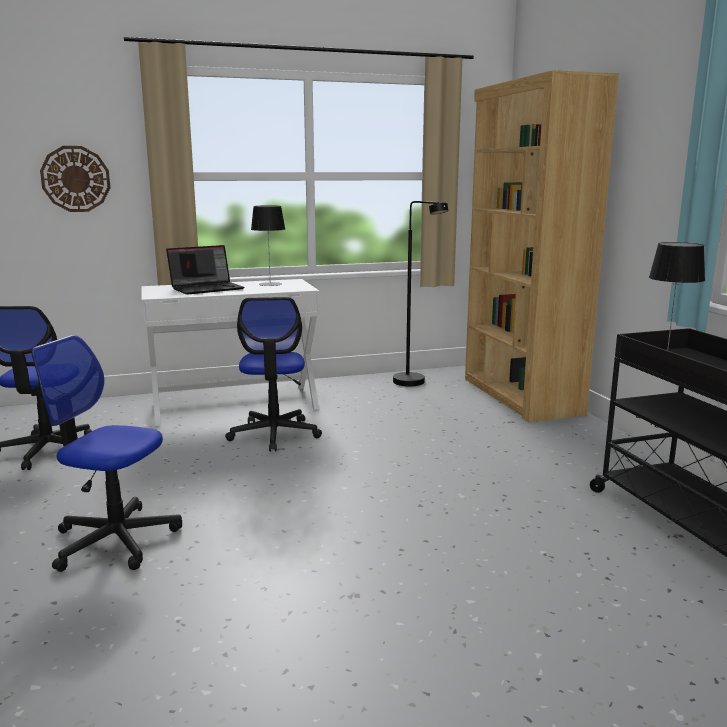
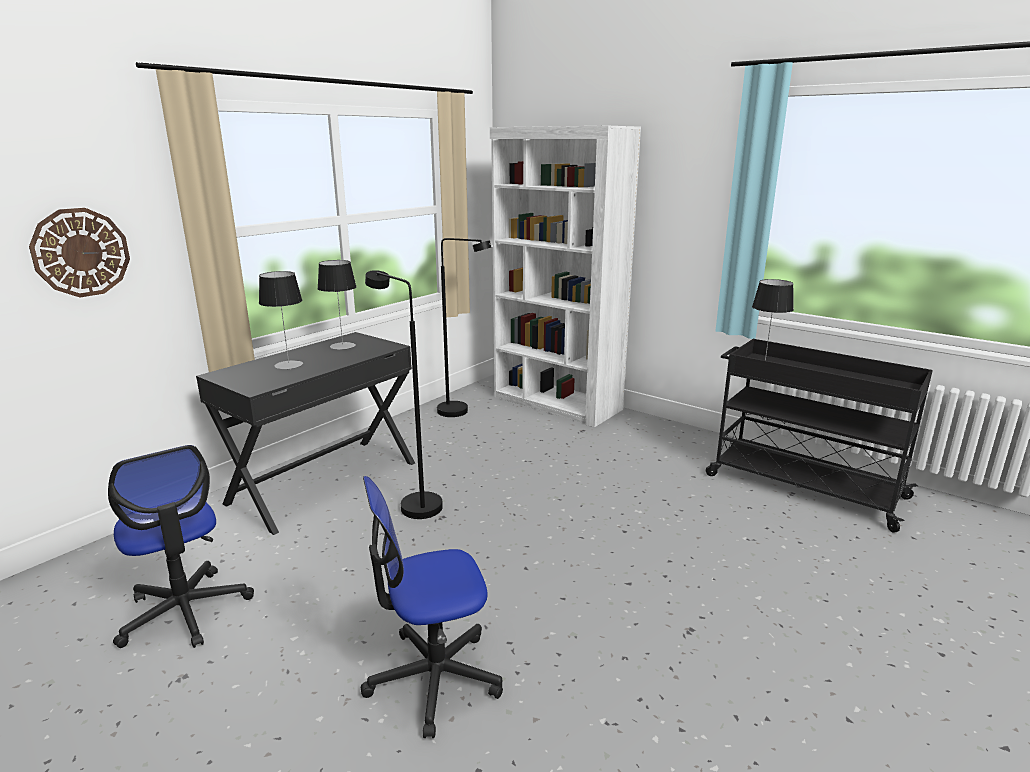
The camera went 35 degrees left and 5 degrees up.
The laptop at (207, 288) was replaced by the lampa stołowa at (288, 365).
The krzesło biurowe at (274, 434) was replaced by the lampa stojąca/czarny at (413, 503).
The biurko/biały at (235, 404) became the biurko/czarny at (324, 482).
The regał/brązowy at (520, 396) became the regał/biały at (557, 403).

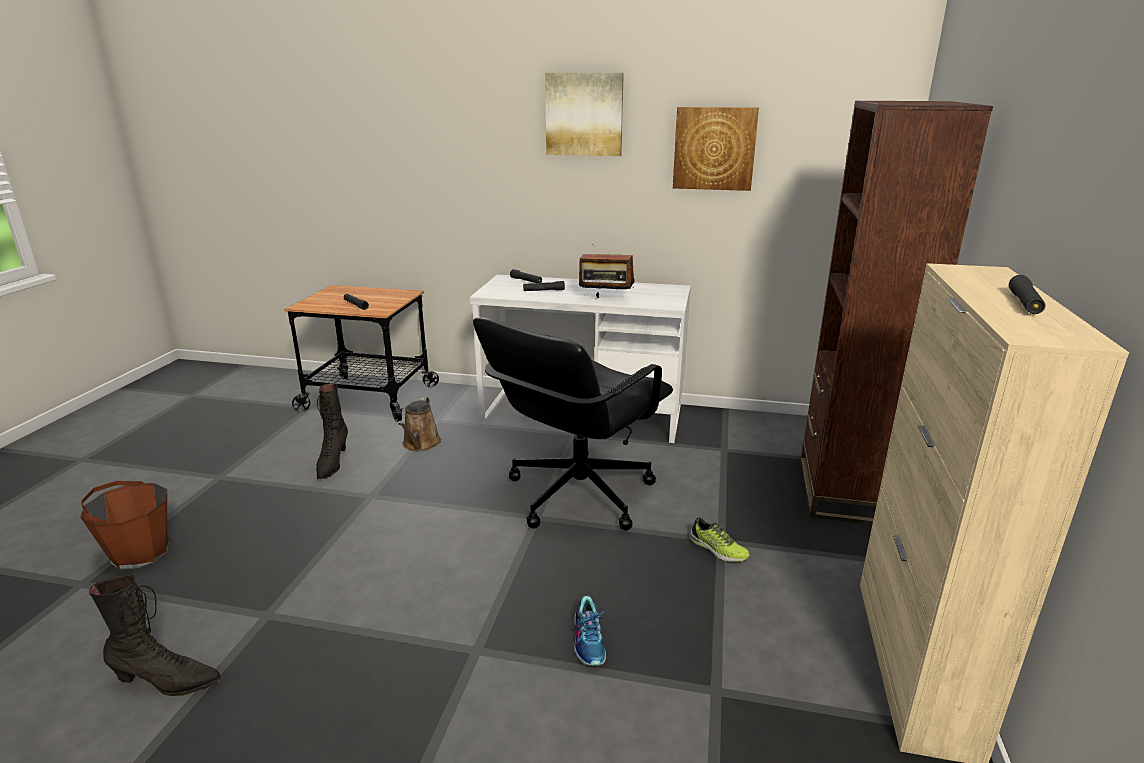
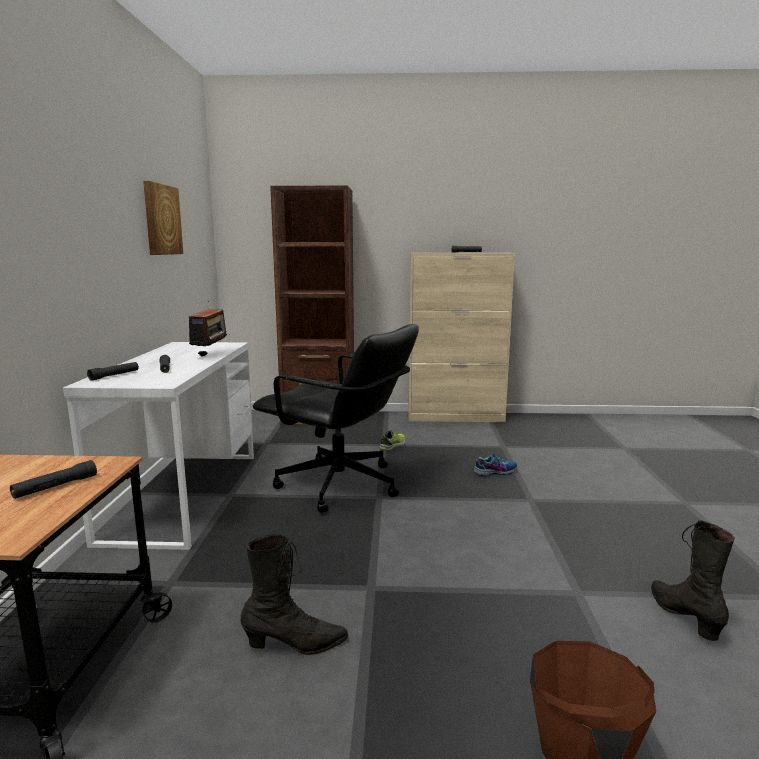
The camera went 100 degrees left and 10 degrees down.
The konewka/brązowy at (420, 444) disappeared.
The obraz at (584, 114) disappeared.

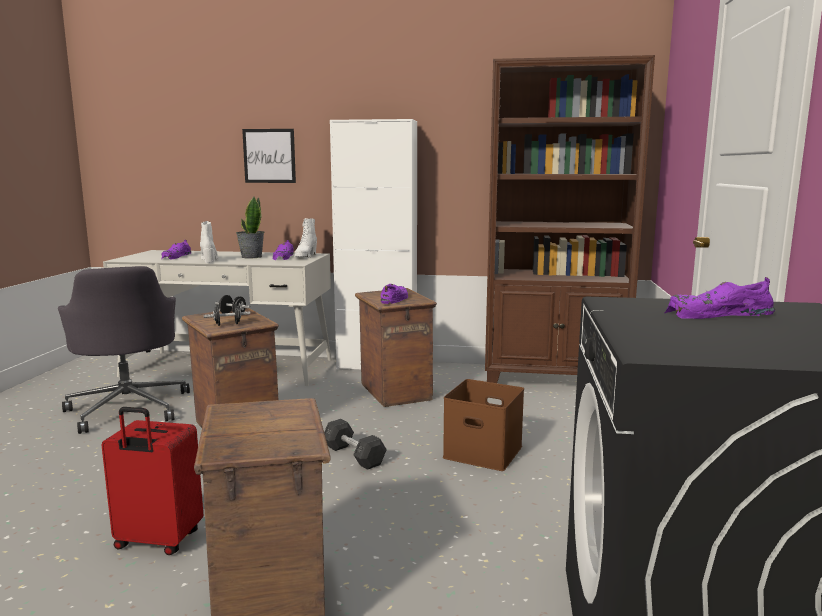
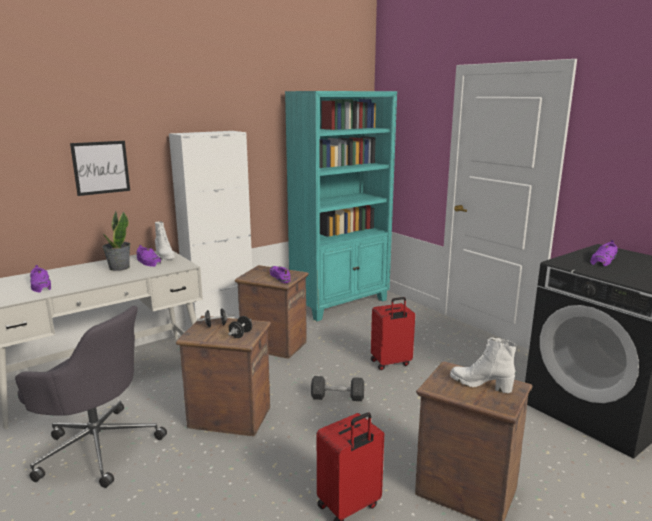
The camera went 45 degrees left and 5 degrees up.
The but z cholewką/biały moved from (209, 260) to (480, 384).
The pojemnik do przechowywania/brązowy at (481, 452) was replaced by the walizka/czerwony at (391, 363).
The regał/brązowy at (554, 380) became the regał/turkusowy at (341, 303).

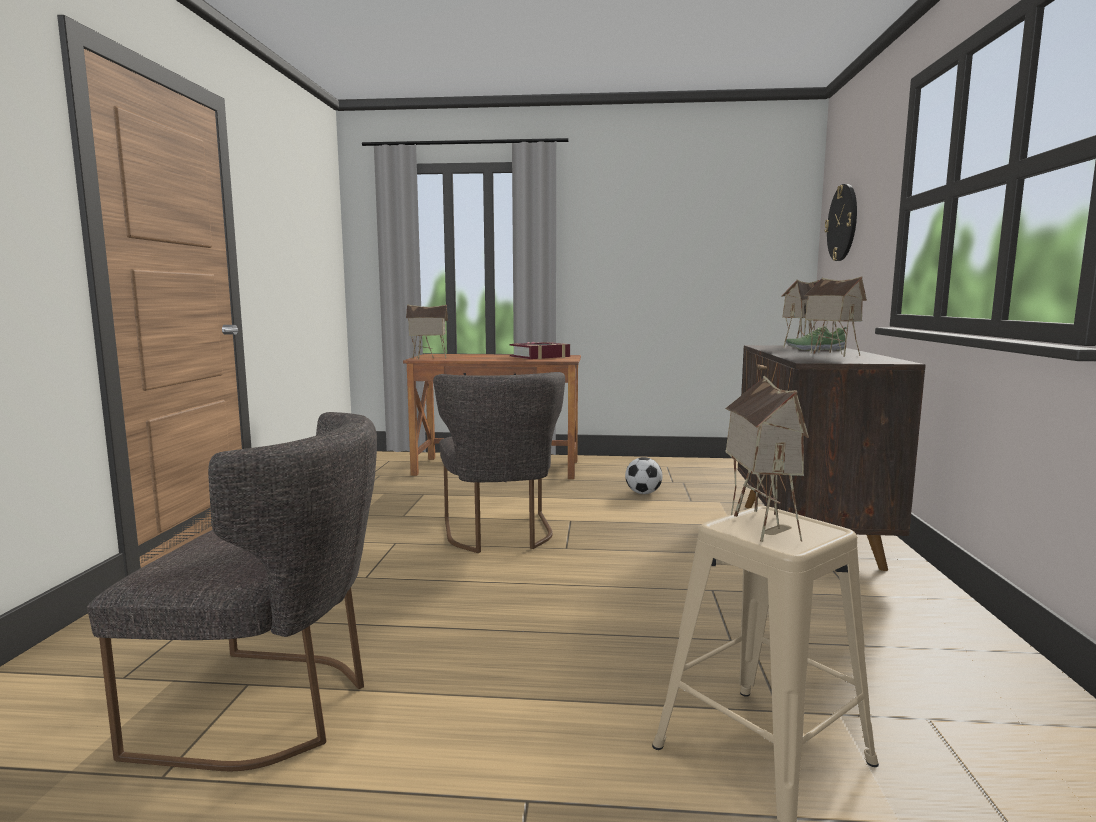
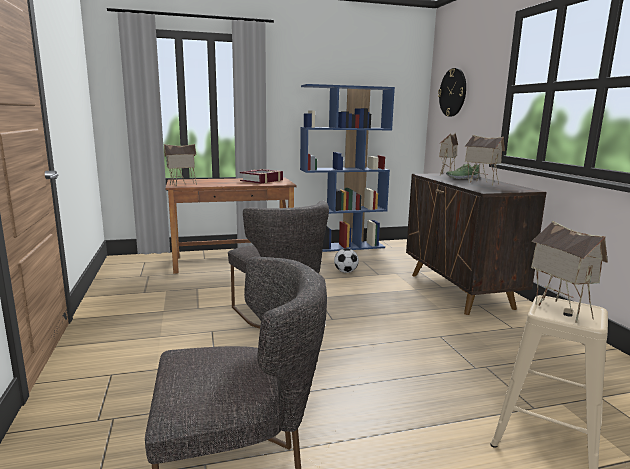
The camera went 20 degrees left and 5 degrees up.
The regał/niebieski at (342, 247) appeared.

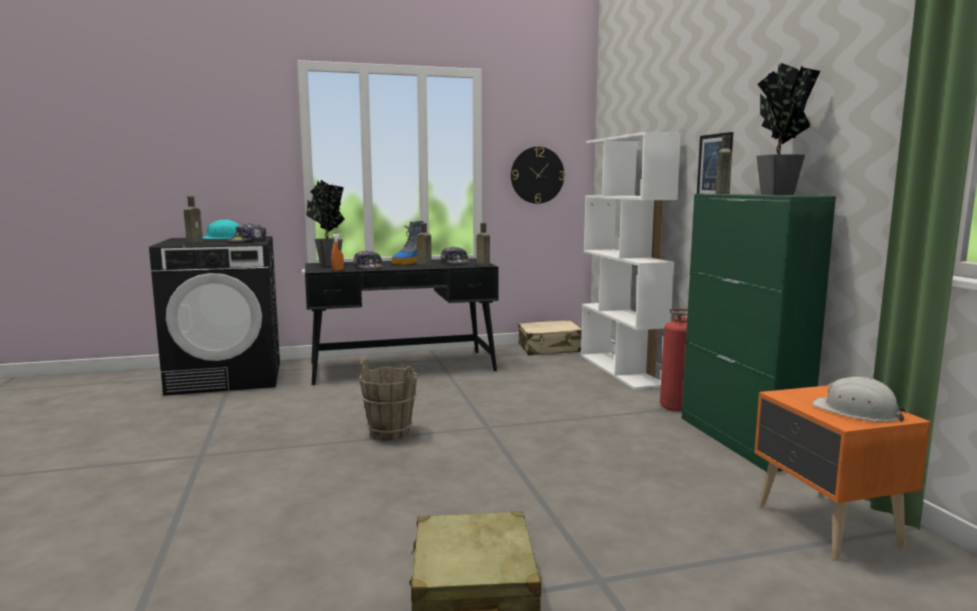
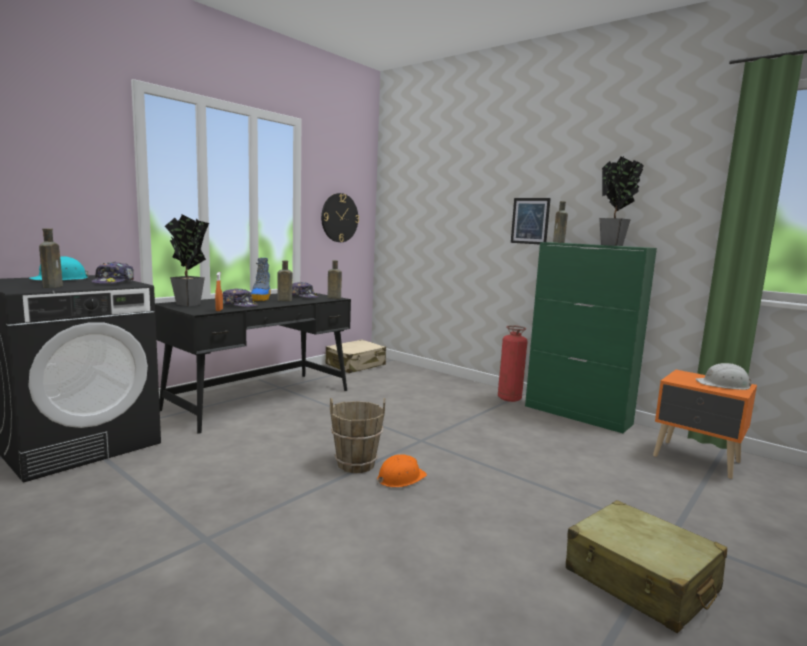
The camera went 35 degrees left and 0 degrees up.
The regał/biały at (621, 370) disappeared.
The kask/pomarańczowy at (400, 478) appeared.

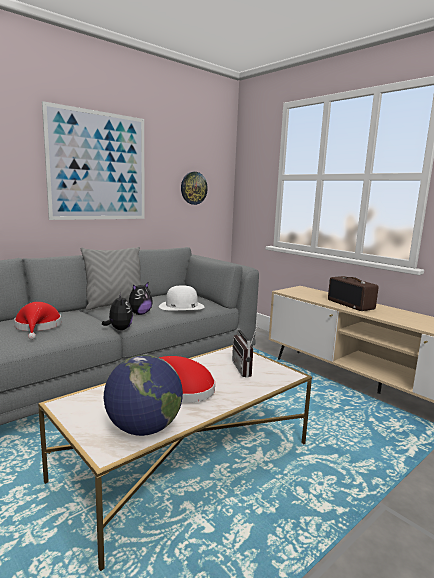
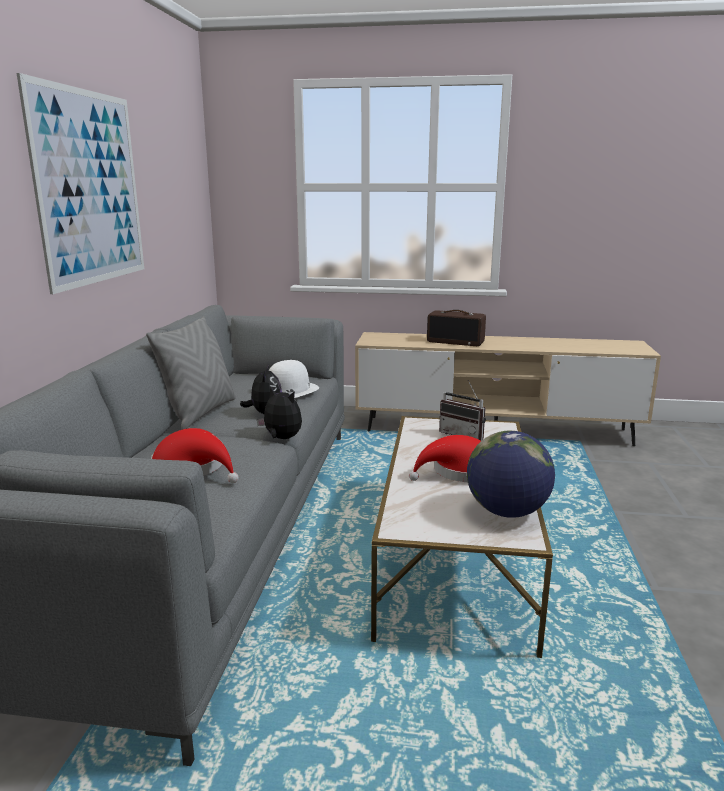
The camera went 40 degrees left and 5 degrees up.
The zegar ścienny at (193, 188) disappeared.

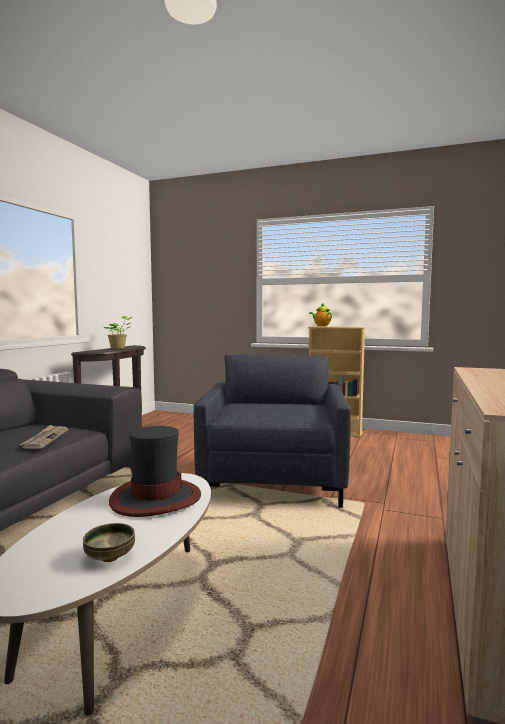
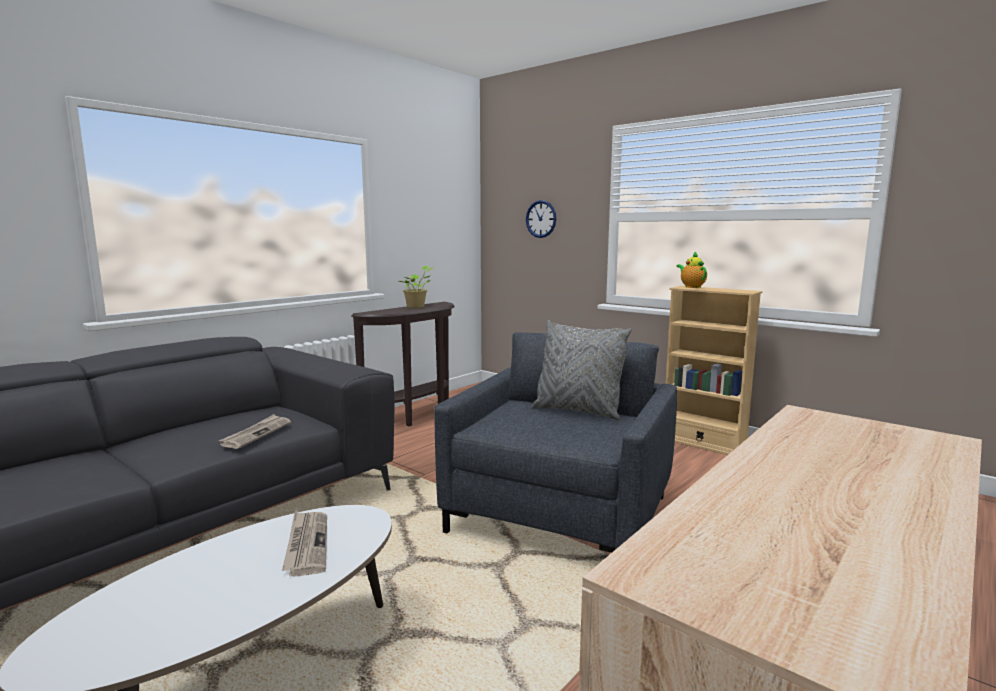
The camera went 20 degrees right and 5 degrees up.
The miska at (110, 557) disappeared.
The zegar ścienny at (541, 219) appeared.
The poduszka/szary at (578, 411) appeared.
The kapelusz at (155, 498) was replaced by the gazeta at (306, 544).

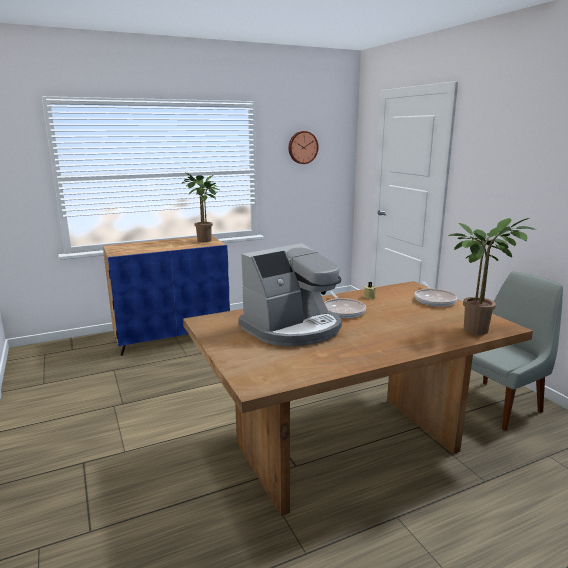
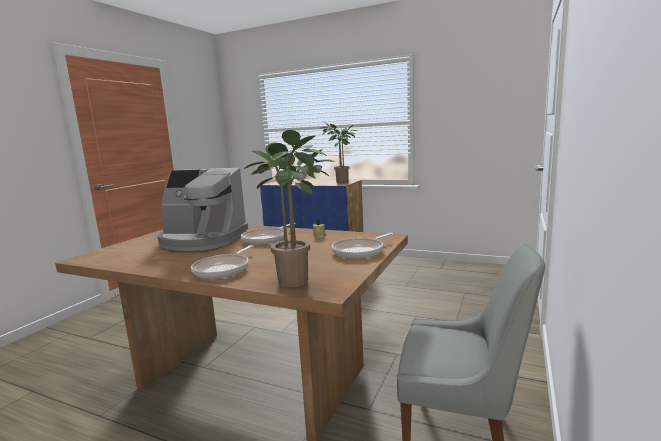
The camera went 50 degrees right and 5 degrees down.
The zegar ścienny at (302, 147) disappeared.
The patelnia at (224, 269) appeared.

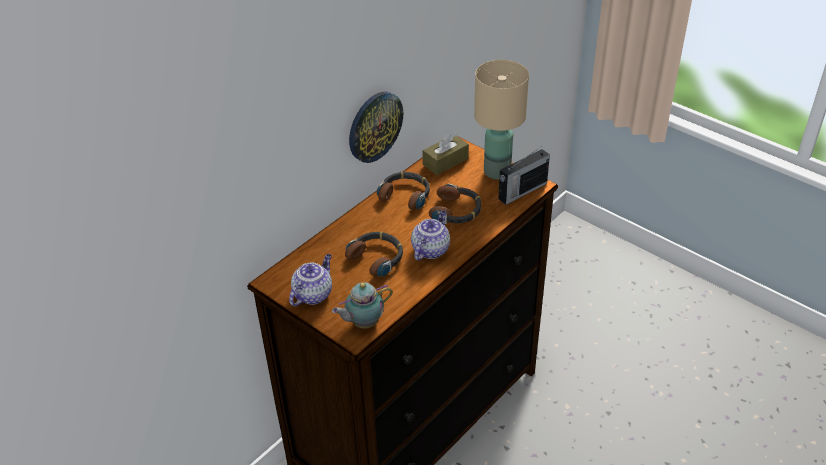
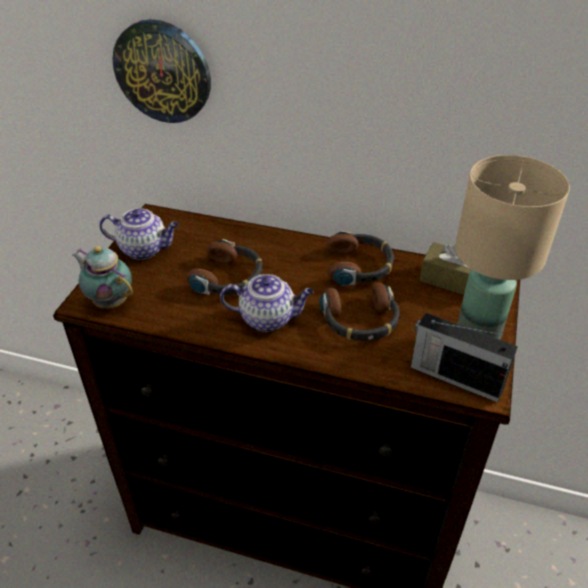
The camera went 65 degrees right and 0 degrees up.
The zegar ścienny moved from (374, 126) to (163, 71).

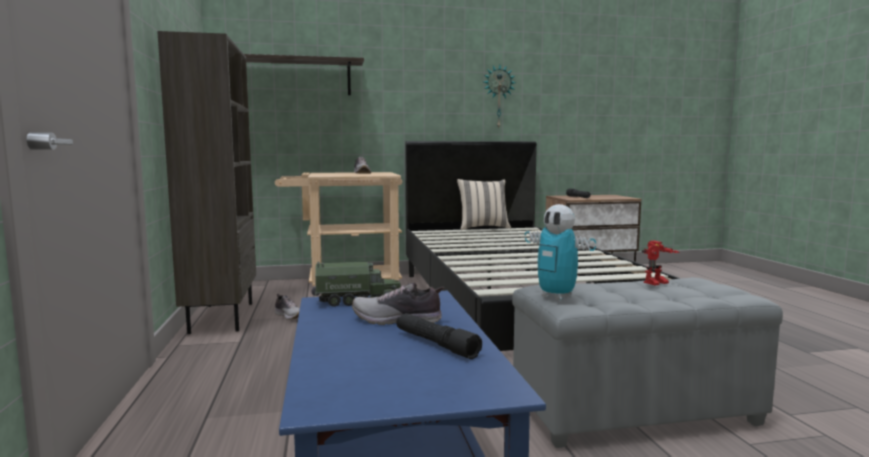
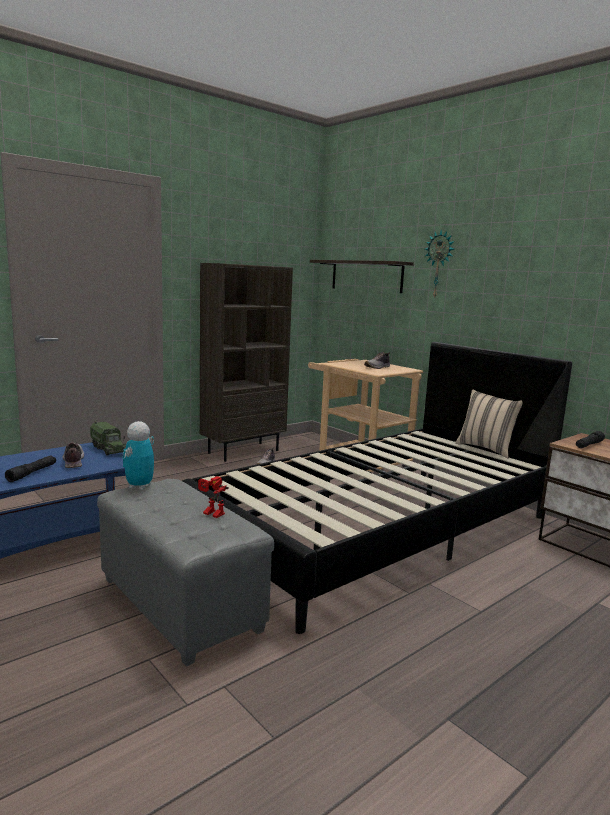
The camera went 60 degrees right and 5 degrees up.
The zegar ścienny moved from (498, 97) to (439, 264).

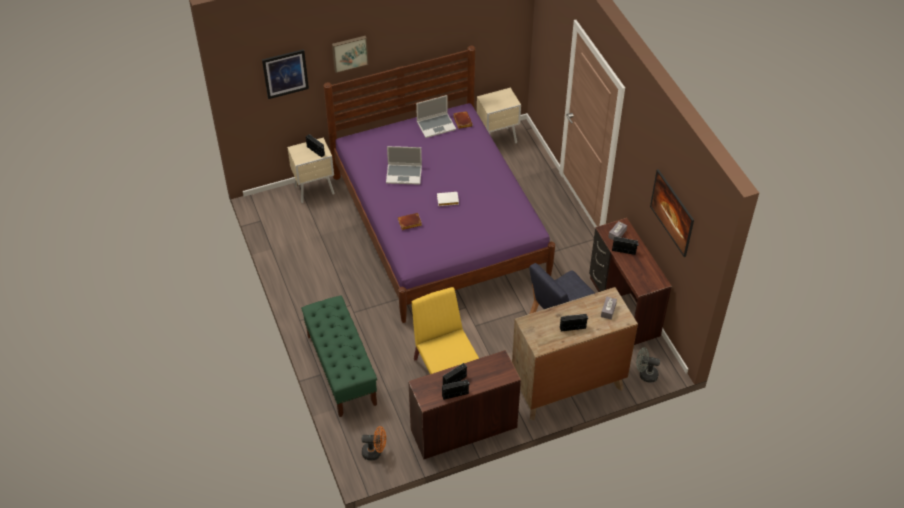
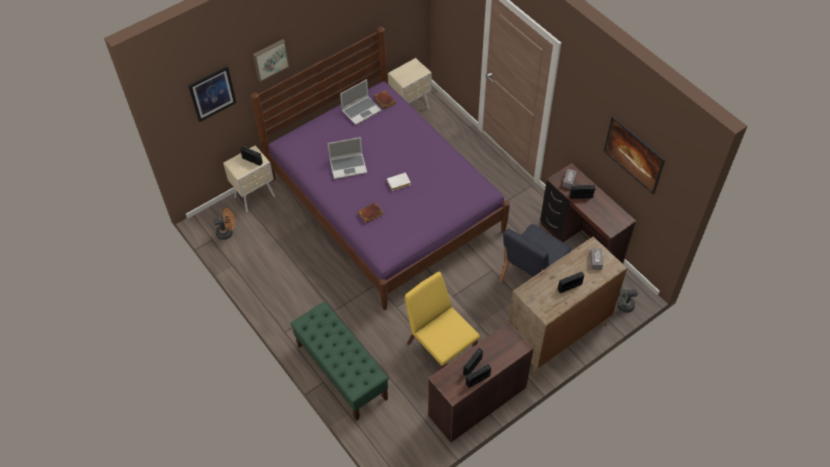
The camera went 15 degrees left and 5 degrees up.
The wentylator/pomarańczowy moved from (375, 452) to (227, 232).

